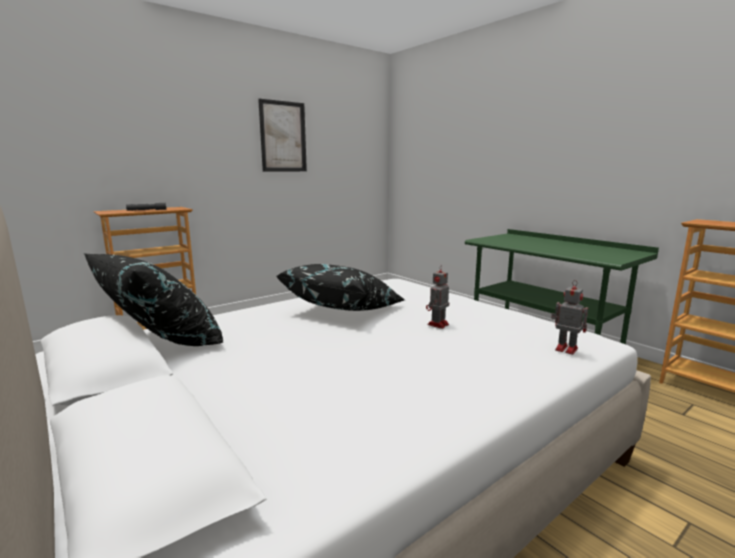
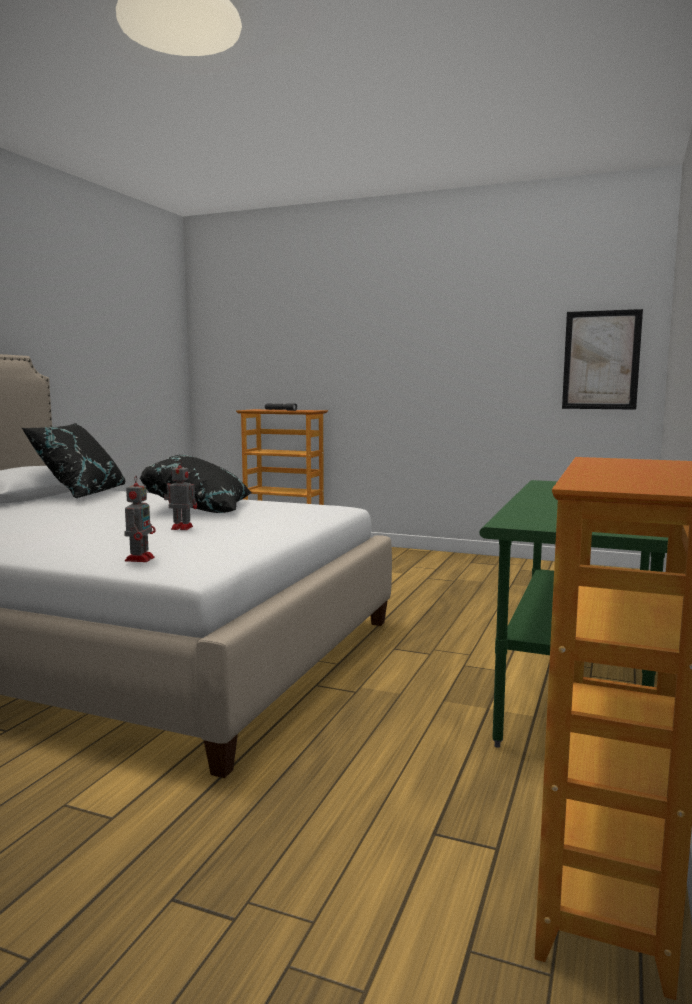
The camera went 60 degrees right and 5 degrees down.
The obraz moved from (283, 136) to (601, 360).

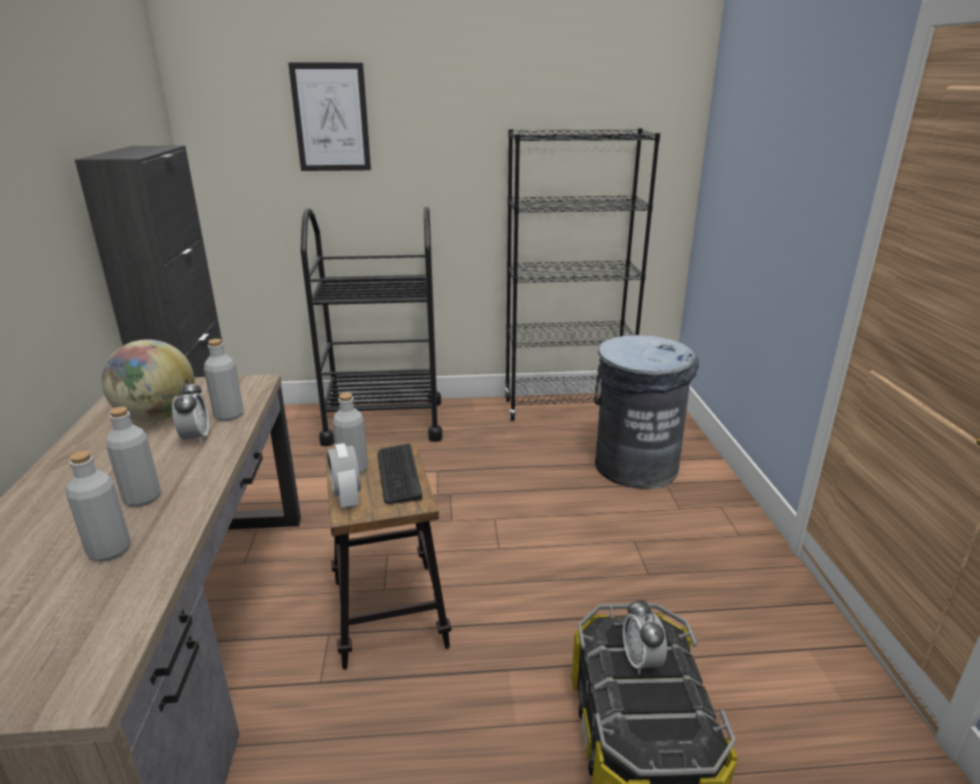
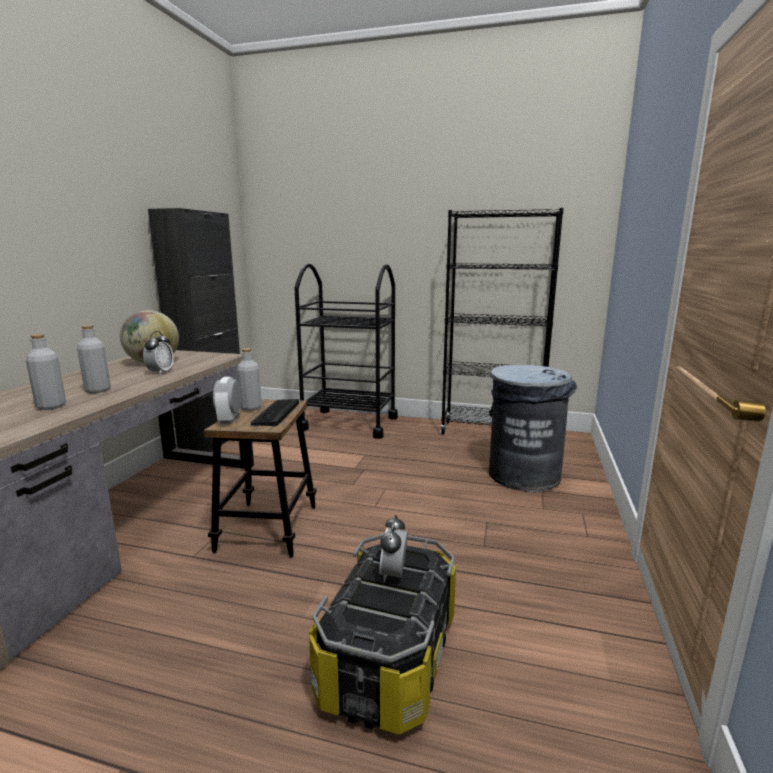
The camera went 20 degrees right and 10 degrees down.
The butelka/szary at (229, 415) disappeared.
The obraz at (331, 118) disappeared.

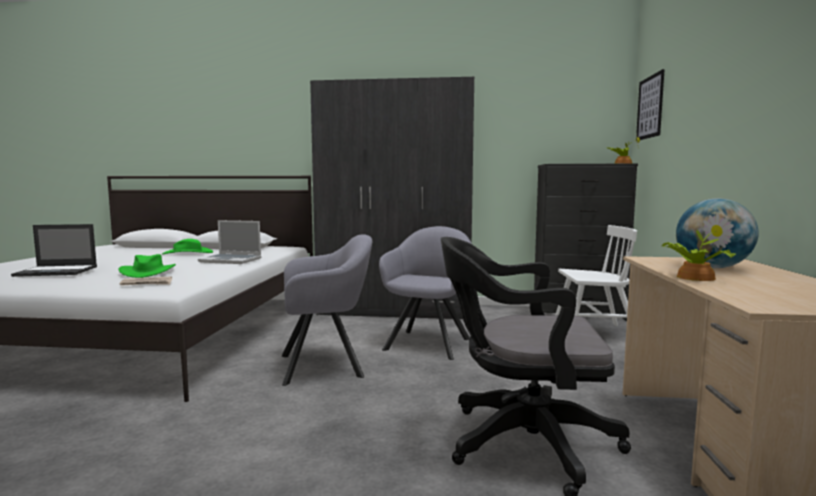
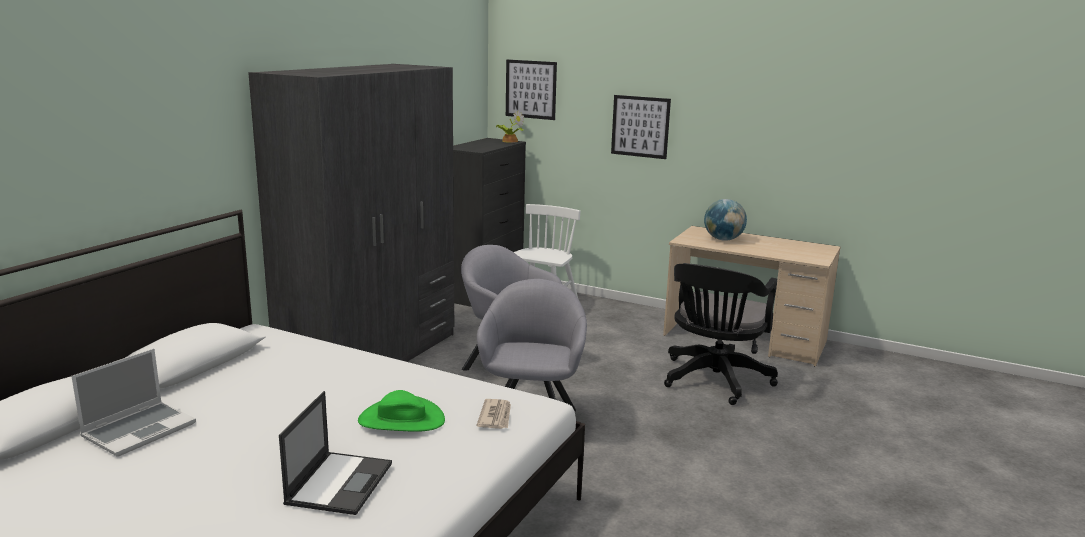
The camera went 70 degrees left and 10 degrees up.
The kapelusz/zielony at (188, 253) disappeared.
The roślina doniczkowa at (693, 277) disappeared.
The obraz at (640, 126) appeared.
The laptop moved from (231, 260) to (140, 430).

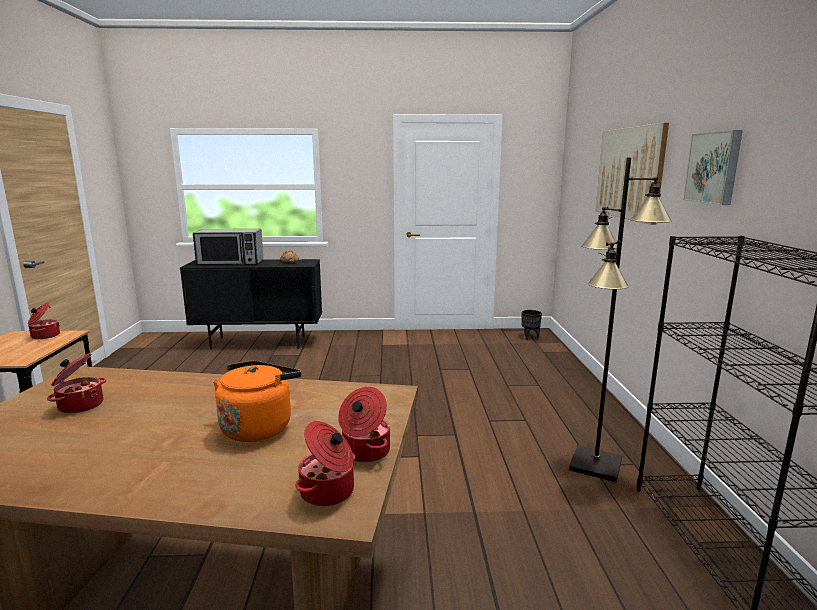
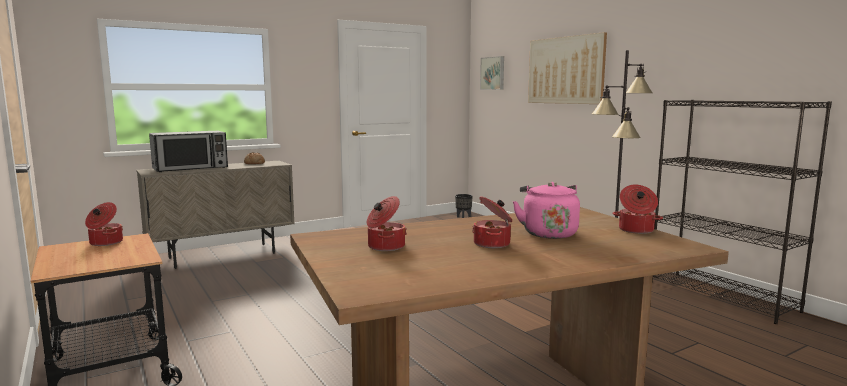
The camera went 30 degrees left and 5 degrees down.
The garnek moved from (328, 492) to (493, 244).
The obraz moved from (714, 167) to (493, 73).
The szafka/czarny at (259, 343) became the szafka/beżowy at (223, 255).
The czajnik/pomarańczowy at (259, 427) became the czajnik/różowy at (548, 233).

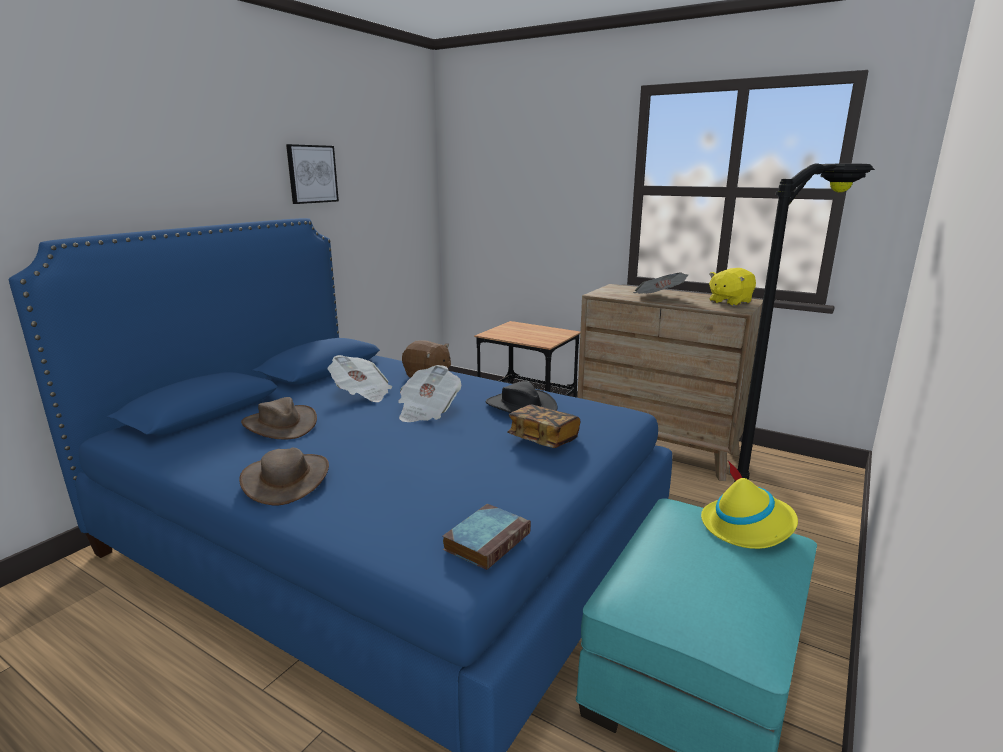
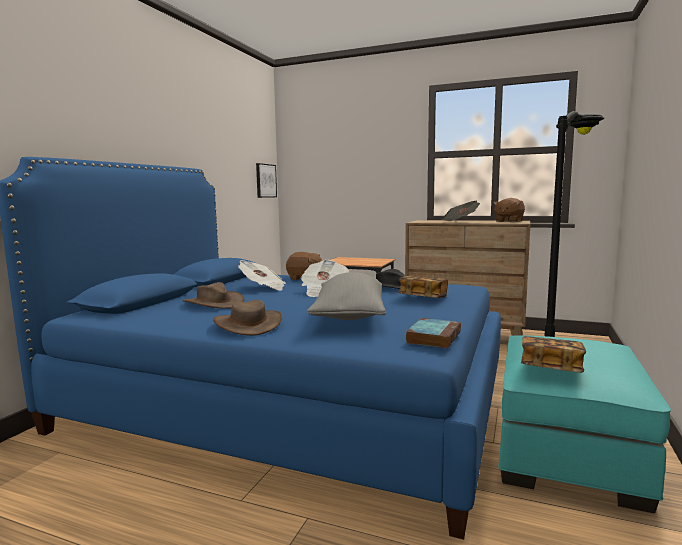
The camera went 10 degrees left and 10 degrees down.
The kapelusz/żółty at (748, 526) disappeared.
The poduszka/szary at (349, 315) appeared.
The książka at (550, 368) appeared.
The obraz moved from (312, 174) to (265, 180).
The pluszak/żółty at (729, 302) became the pluszak/brązowy at (508, 221).

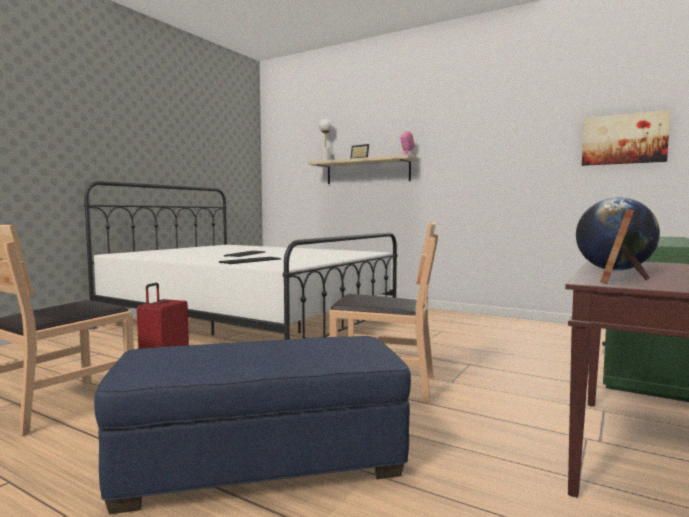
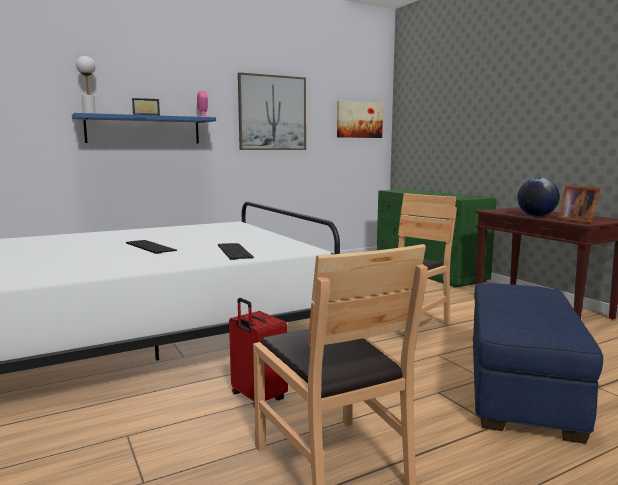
The camera went 60 degrees left and 5 degrees up.
The obraz at (272, 113) appeared.
The półka/beżowy at (367, 171) became the półka/niebieski at (144, 130).

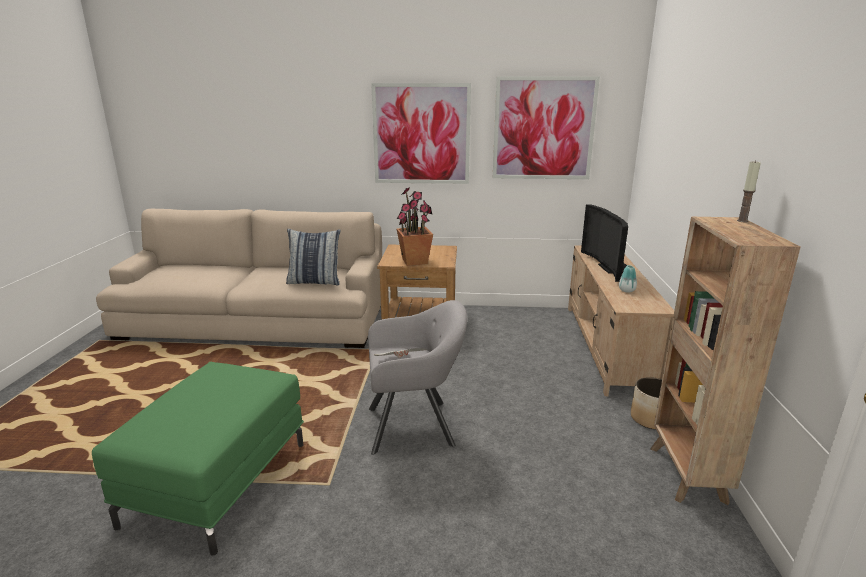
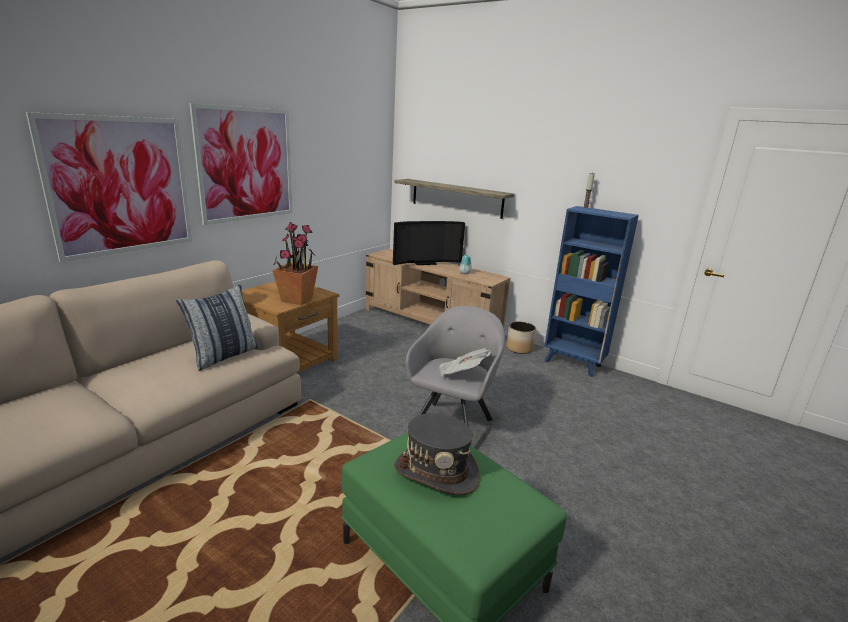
The camera went 60 degrees left and 0 degrees up.
The półka at (456, 198) appeared.
The kapelusz/szary at (436, 472) appeared.
The obraz moved from (543, 129) to (120, 186).
The regał/brązowy at (687, 475) became the regał/niebieski at (573, 364).
The telewizor at (610, 268) turned 45 degrees counterclockwise.

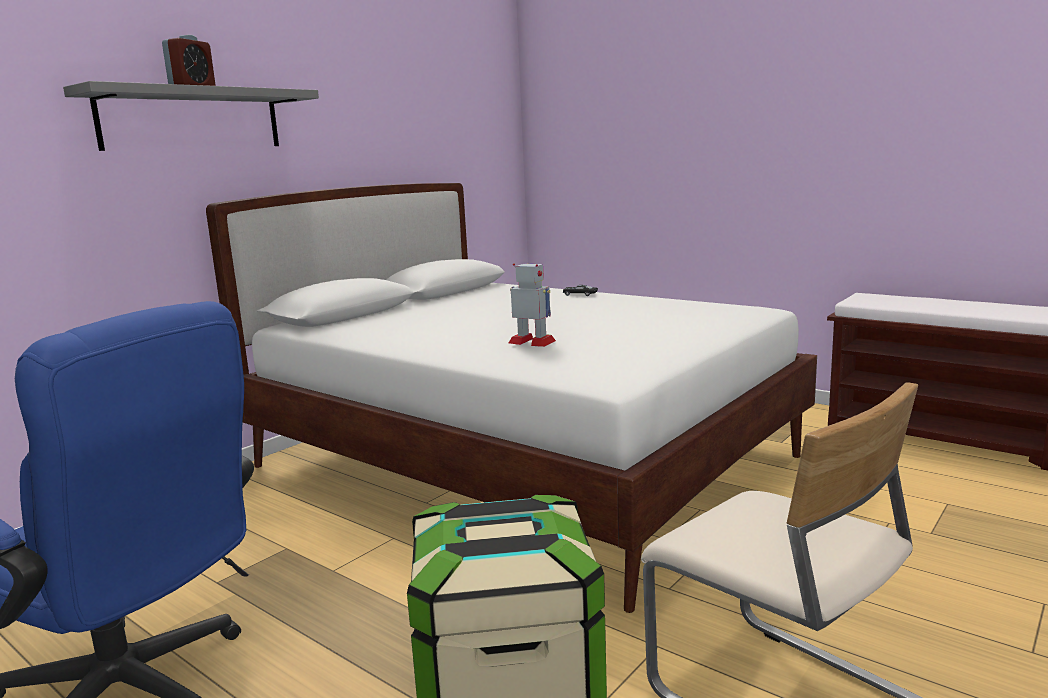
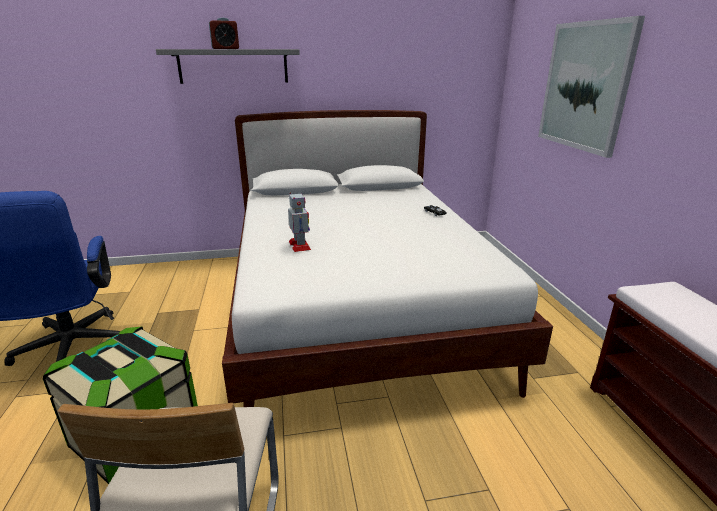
The camera went 40 degrees right and 10 degrees up.
The obraz at (585, 86) appeared.

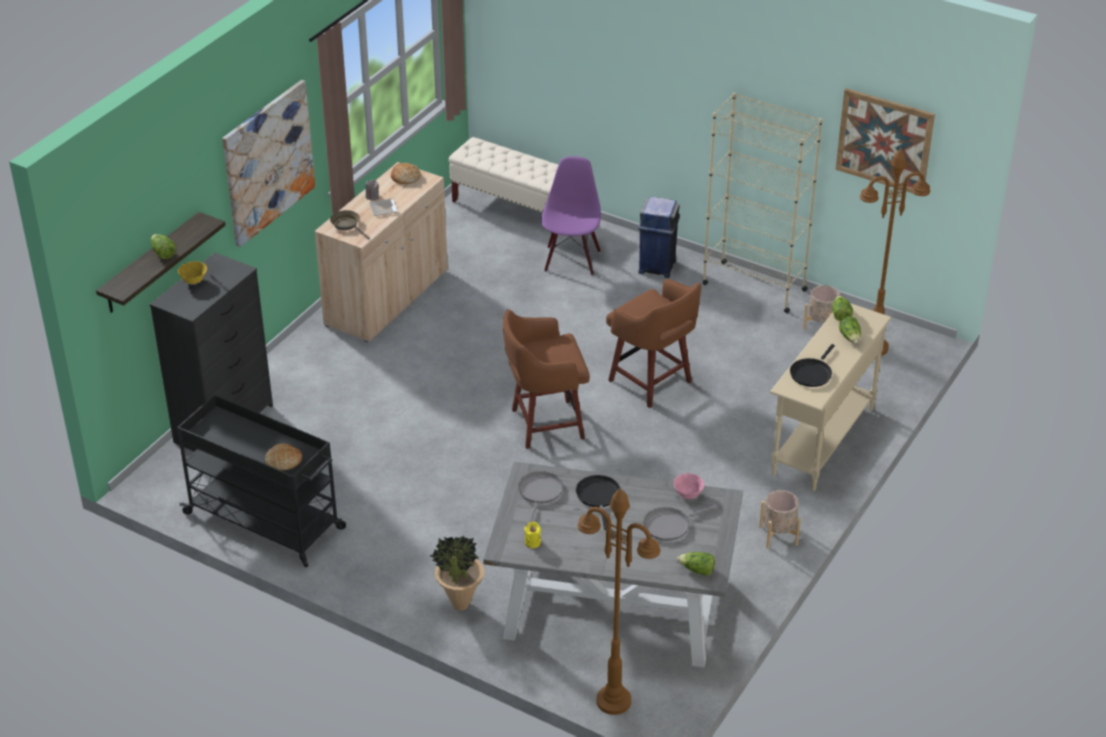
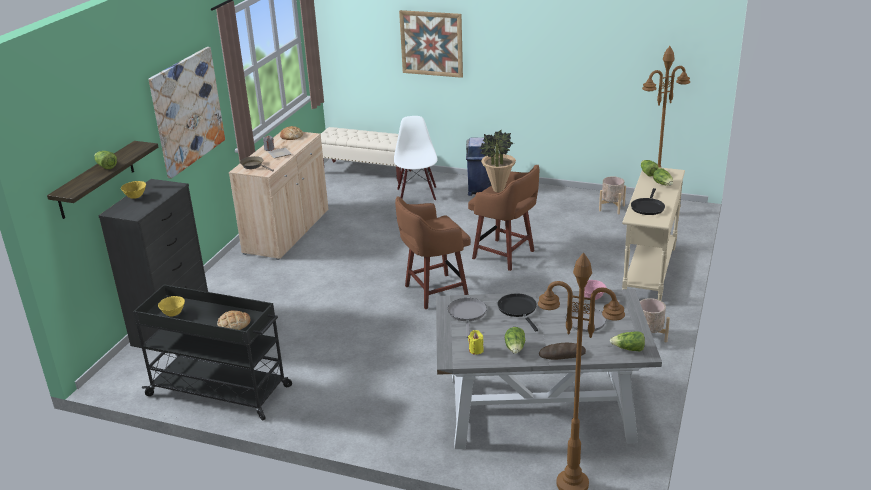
The camera went 10 degrees left and 10 degrees down.
The regał/beżowy at (753, 287) disappeared.
The miska/żółty at (173, 314) appeared.
The sałata at (515, 348) appeared.
The chleb at (562, 354) appeared.
The roślina doniczkowa moved from (460, 605) to (498, 190).
The obraz moved from (884, 141) to (431, 43).
The krzesło/fioletowy at (571, 260) became the krzesło/biały at (417, 194).

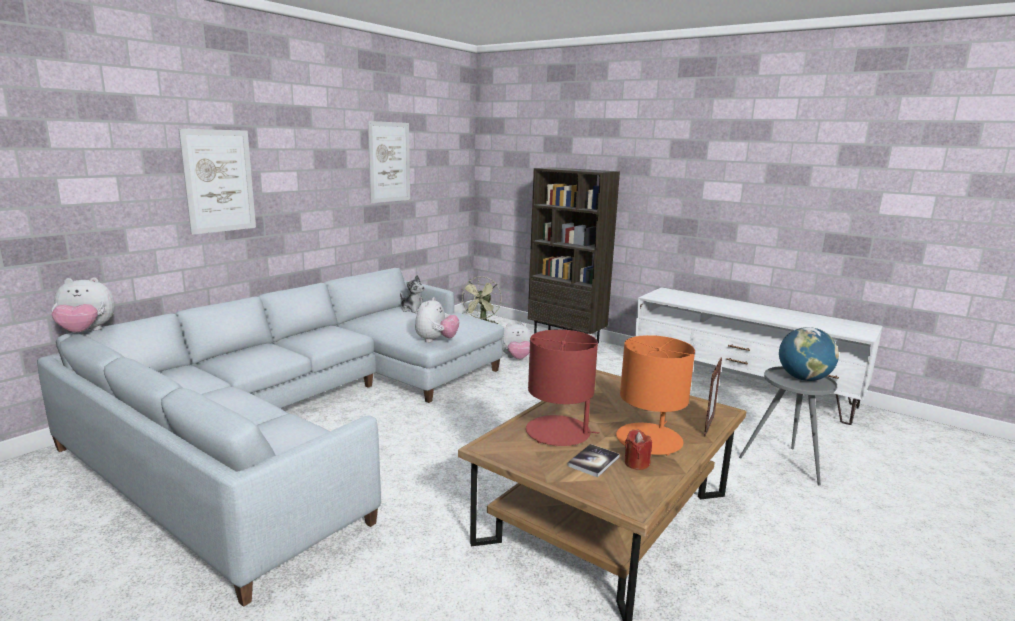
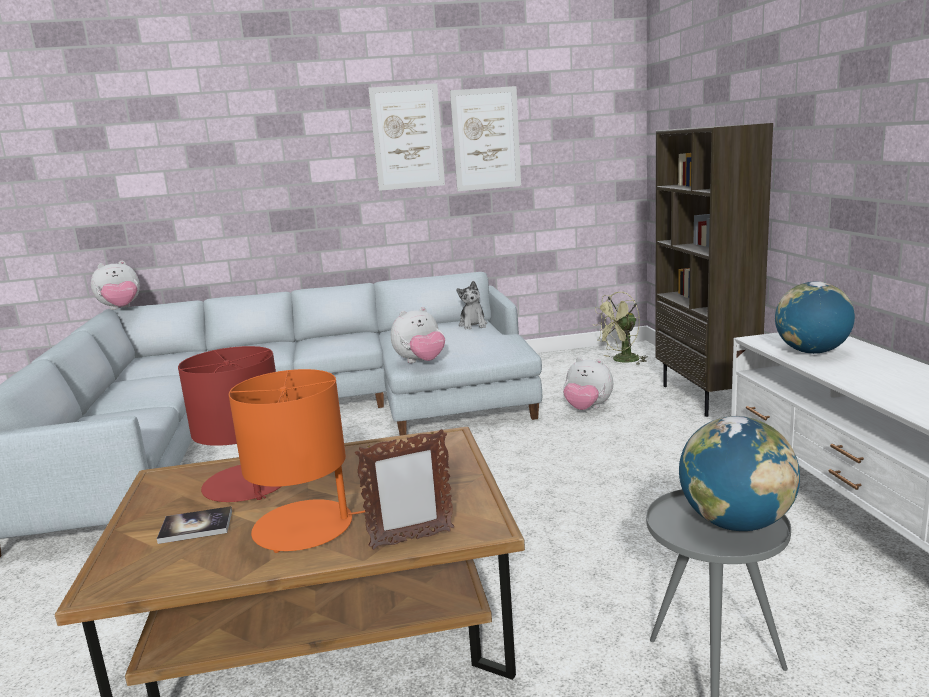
The camera went 45 degrees right and 0 degrees up.
The świeca/czerwony at (636, 463) disappeared.
The globus at (811, 352) appeared.
The obraz moved from (219, 181) to (407, 137).
The pluszak at (86, 332) turned 60 degrees counterclockwise.

